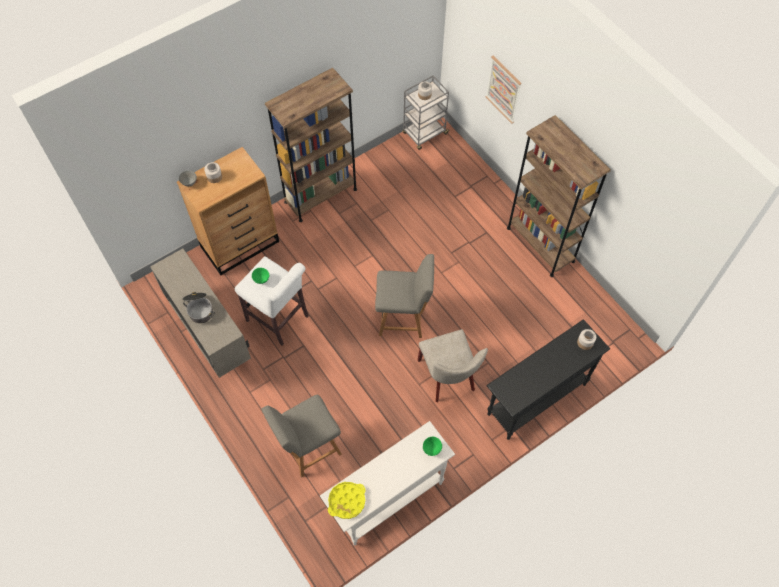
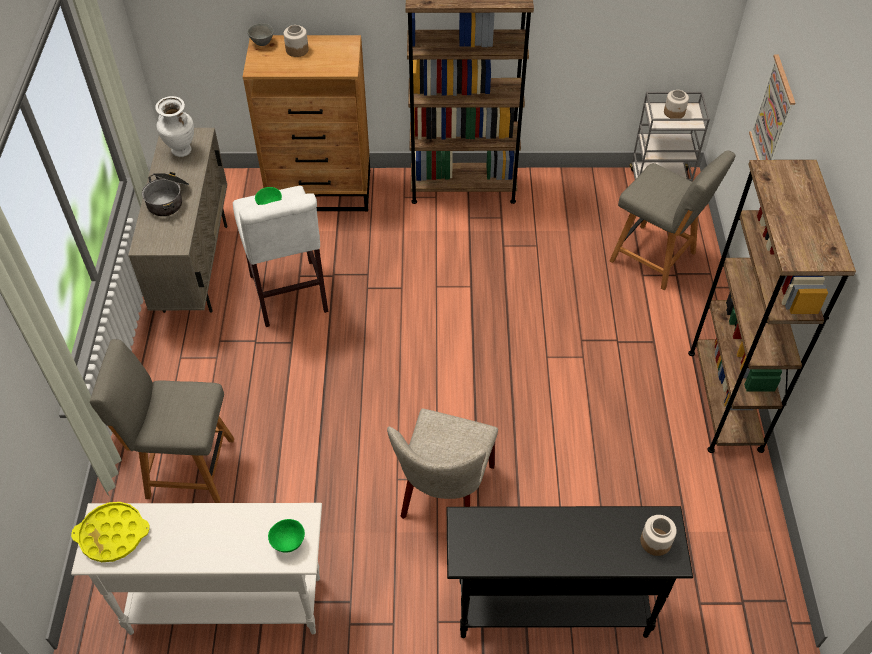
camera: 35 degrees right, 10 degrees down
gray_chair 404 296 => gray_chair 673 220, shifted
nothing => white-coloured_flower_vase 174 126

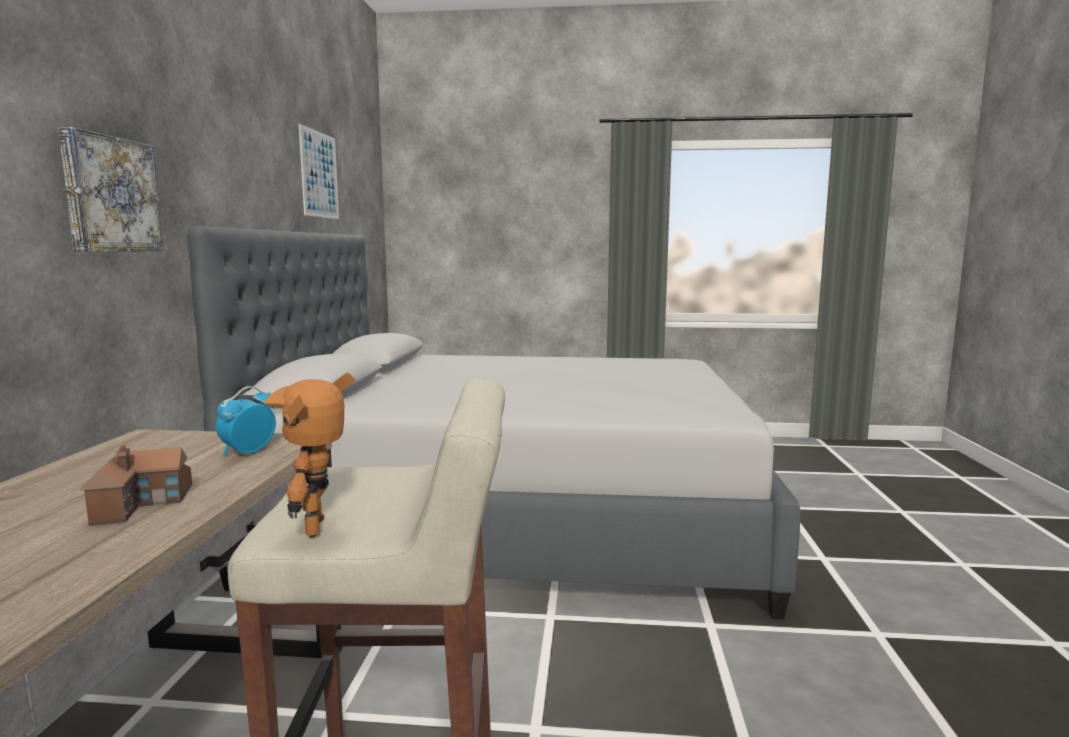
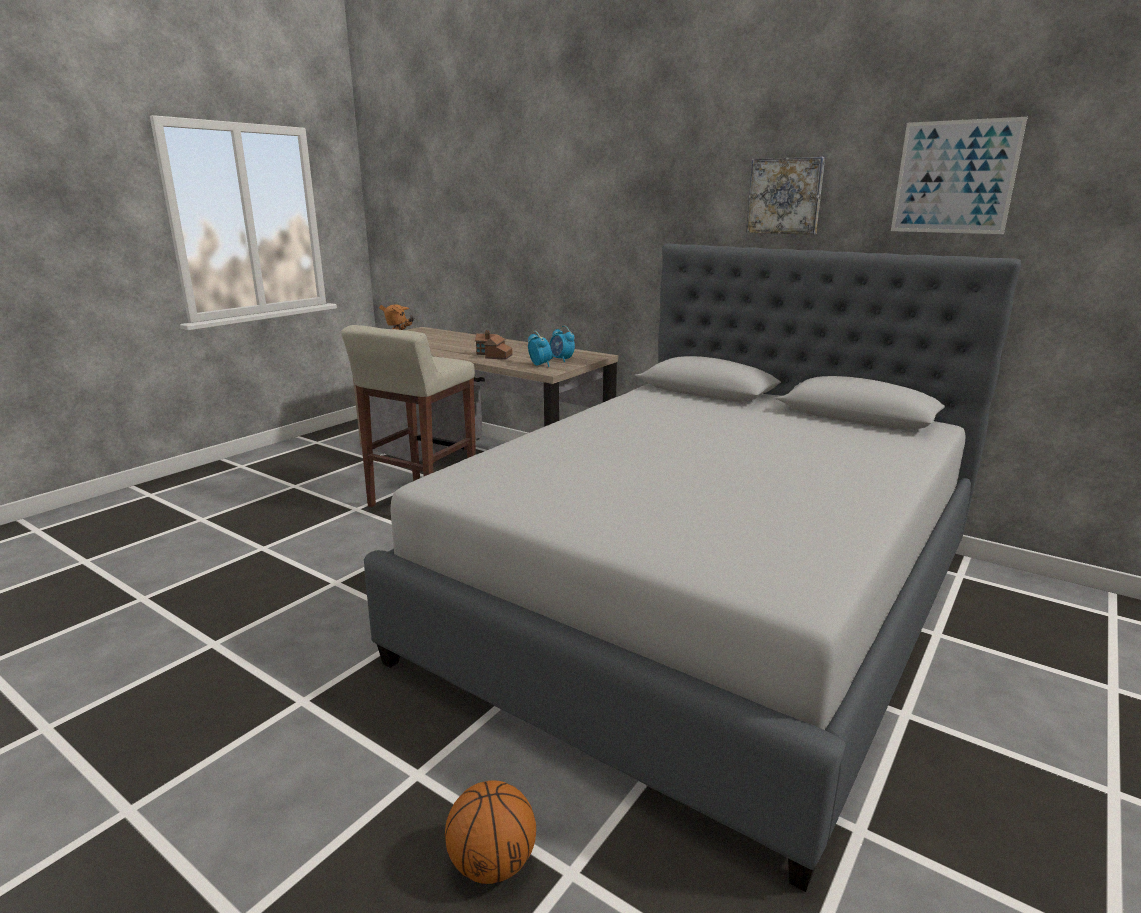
camera: 120 degrees right, 10 degrees up
picture 110 189 => picture 785 196, shifted
nothing => alarm_clock 562 344
nothing => basketball 490 832

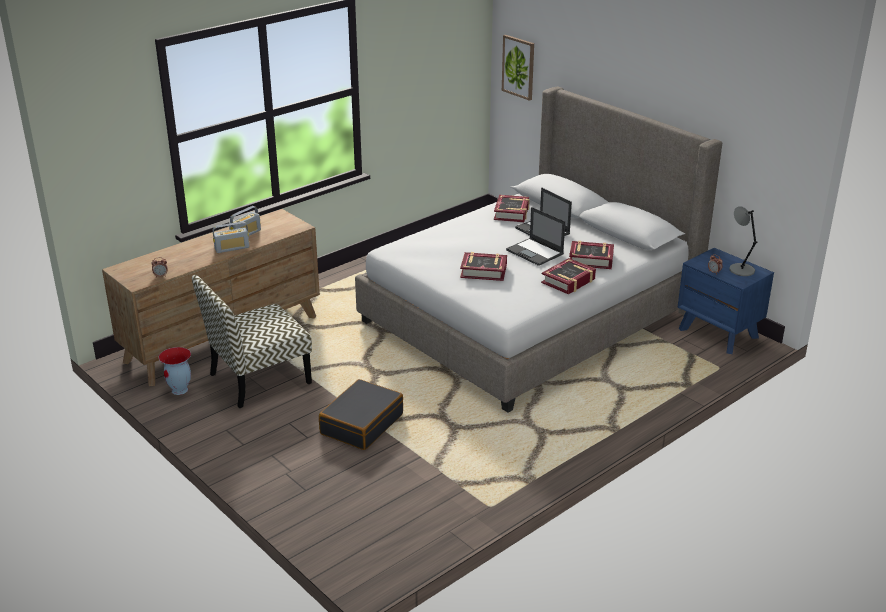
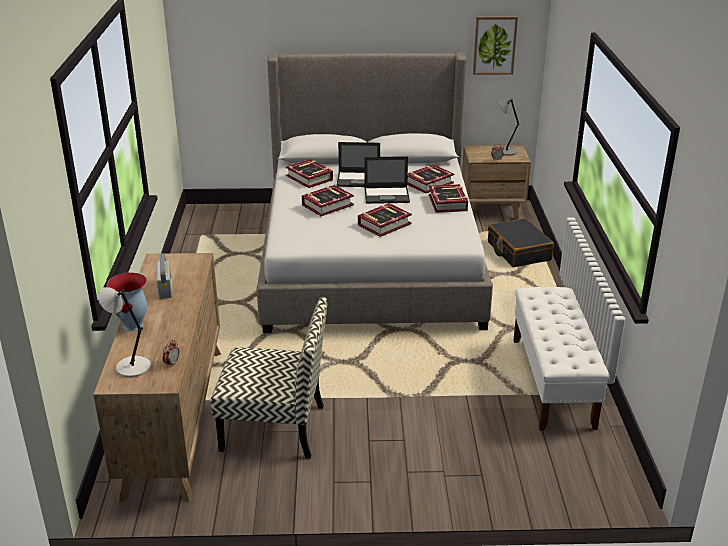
camera: 50 degrees left, 0 degrees up
picture 518 68 => picture 495 45, shifted
radio 231 237 => nothing
blue-coloured_bedside_table 726 301 => brown-coloured_bedside_table 496 182
chair 252 341 => chair 269 378, 90 degrees counterclockwise
flower_vase 175 371 => flower_vase 127 302, shifted
blackish_travel_case 361 414 => blackish_travel_case 521 242, shifted
nothing => bound_book 328 200
nothing => gray_lamp_for_a_table 124 332
nothing => white-coloured_bench 561 359

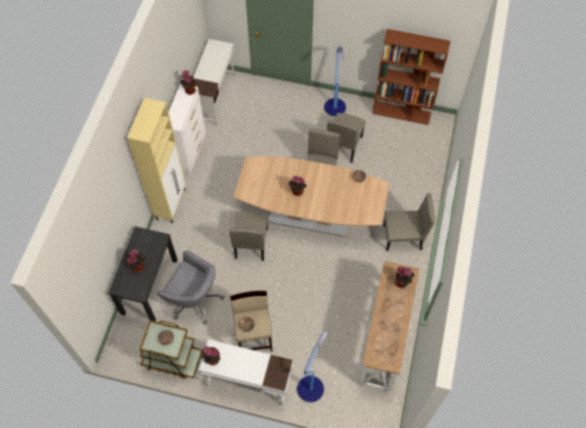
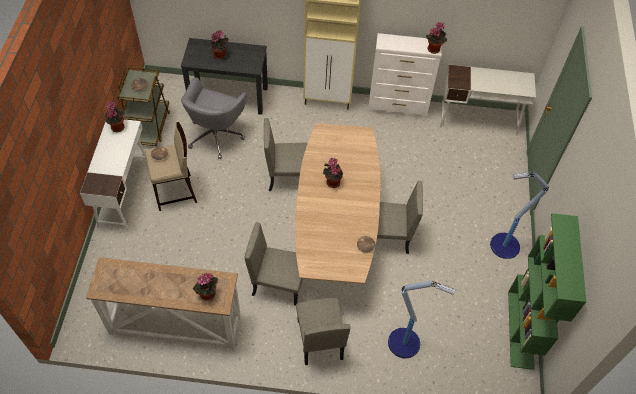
camera: 80 degrees right, 5 degrees down
brown-coloured_shelving_unit 411 77 => green-coloured_shelving_unit 547 291
beige-coloured_chair 346 138 => beige-coloured_chair 274 263, shifted
floor_lamp 312 366 => floor_lamp 422 319, shifted

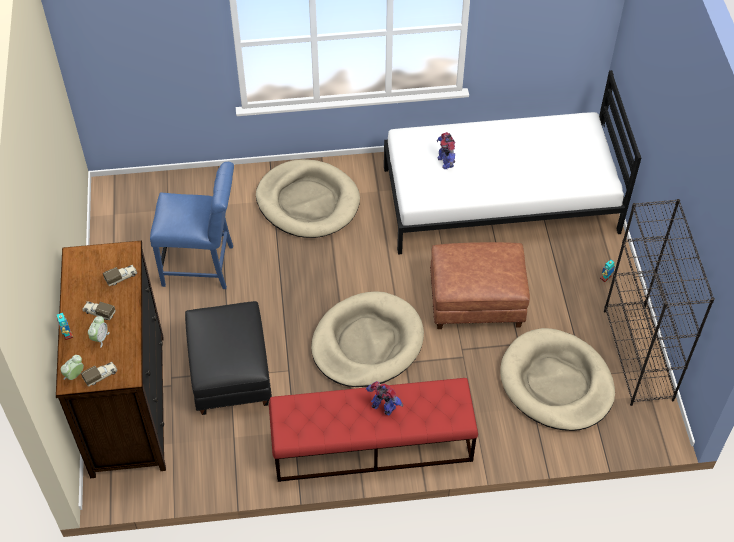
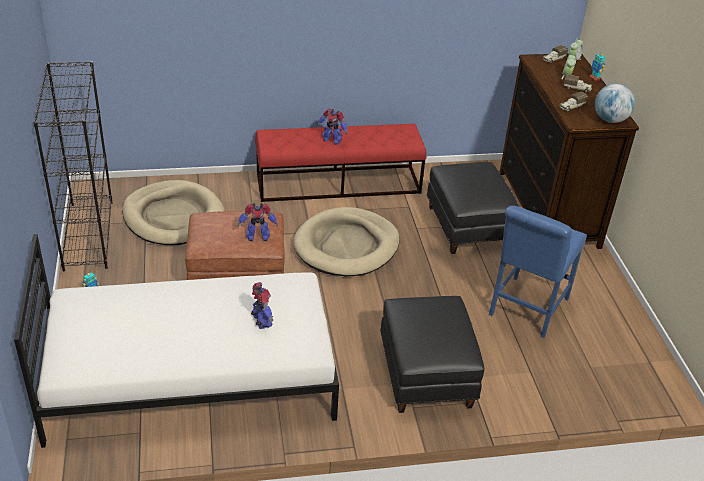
camera: 175 degrees right, 15 degrees down
beige-coloured_dog_bed 308 198 => blackish_ottoman 432 354
blue-coloured_chair 192 225 => blue-coloured_chair 538 272, 60 degrees counterclockwise
nothing => desk_globe 615 103
nothing => model_robot 258 222

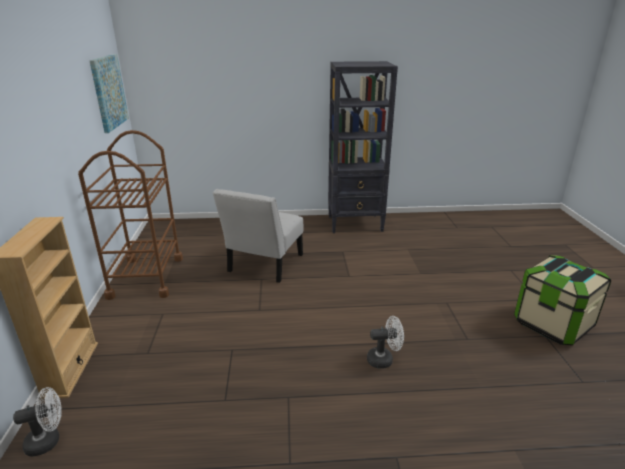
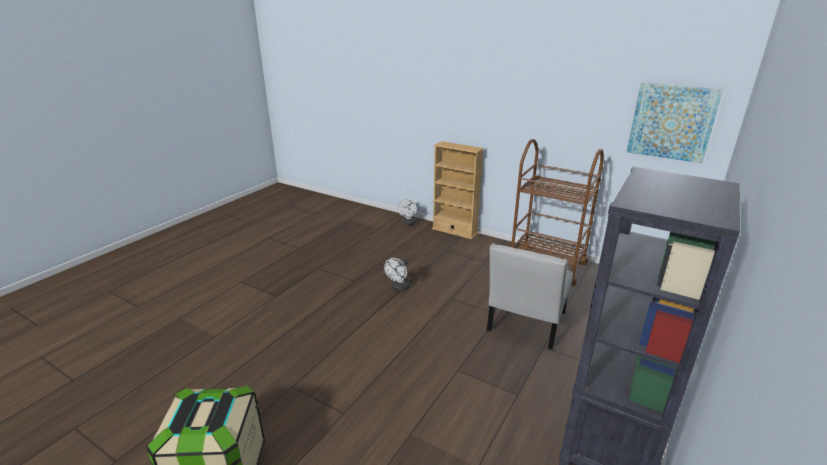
camera: 125 degrees right, 0 degrees up
white-coloured_chair 258 236 => white-coloured_chair 530 296, 120 degrees counterclockwise
white-coloured_fan 385 342 => white-coloured_fan 397 274, shifted

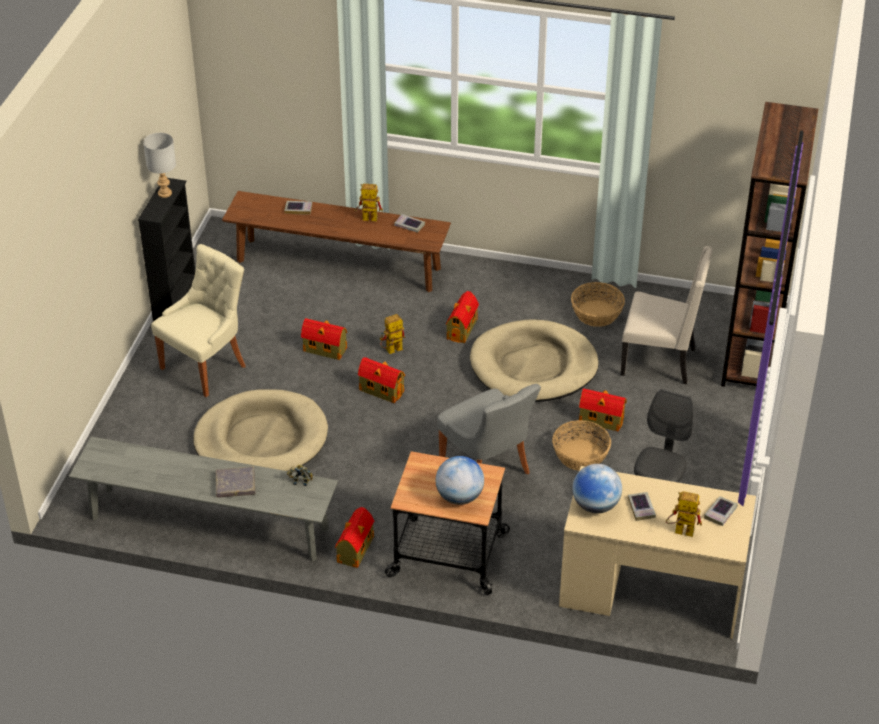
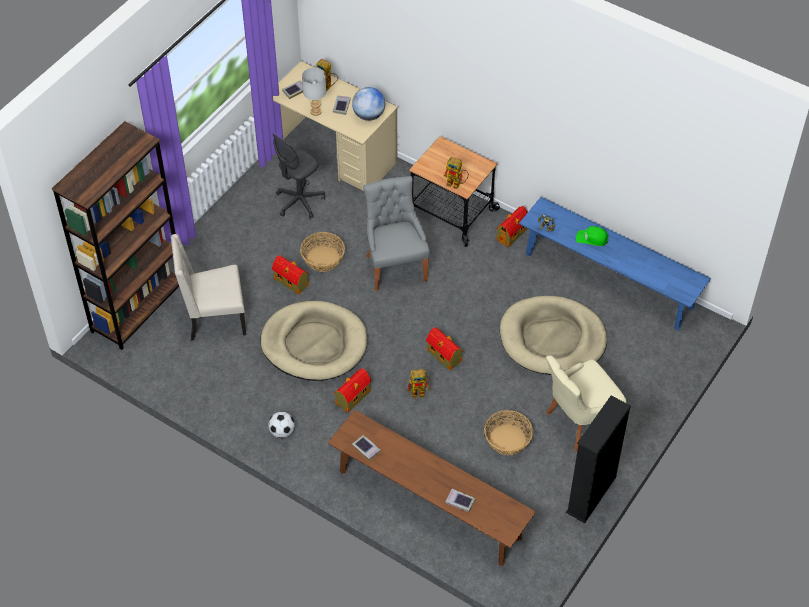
camera: 160 degrees left, 10 degrees up
gray_lamp_for_a_table 159 165 => gray_lamp_for_a_table 314 91, shifted
model_robot 368 203 => model_robot 456 173, shifted
beige-coloured_chair 667 315 => beige-coloured_chair 208 287, 45 degrees counterclockwise
household_basket 598 304 => household_basket 508 432, shifted
toy_house 324 339 => nothing
gray_bench 203 498 => blue-coloured_bench 615 263
desk_globe 460 480 => nothing
gray_bound_book 235 482 => green-coloured_peaked_cap 592 236
nothing => ball_for_football 281 425

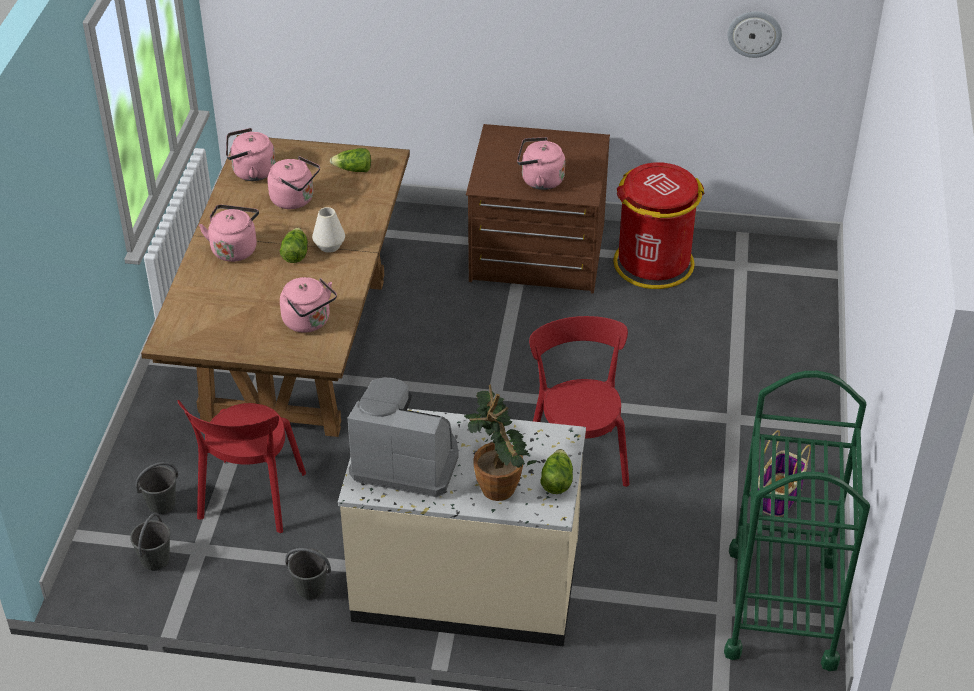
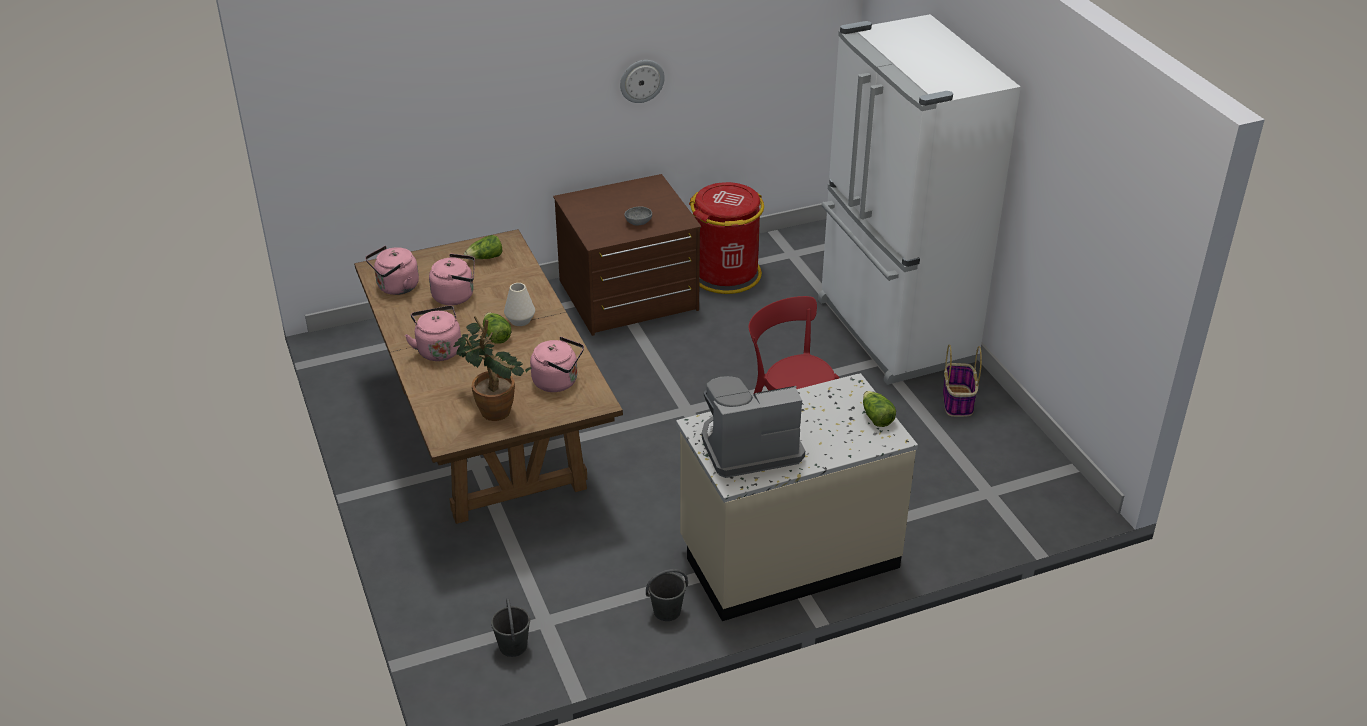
camera: 30 degrees left, 5 degrees down
hanging_clock 754 34 => hanging_clock 642 81, shifted
pinkish_water_kettle 541 163 => gray_serving_bowl 638 215
green-coloured_wheeled_cart 797 521 => nothing
plant_in_a_pot 500 443 => plant_in_a_pot 492 368, shifted
reddish_chair 241 466 => nothing
gray_water_bucket 157 488 => nothing
nothing => white-coloured_fridge 919 199

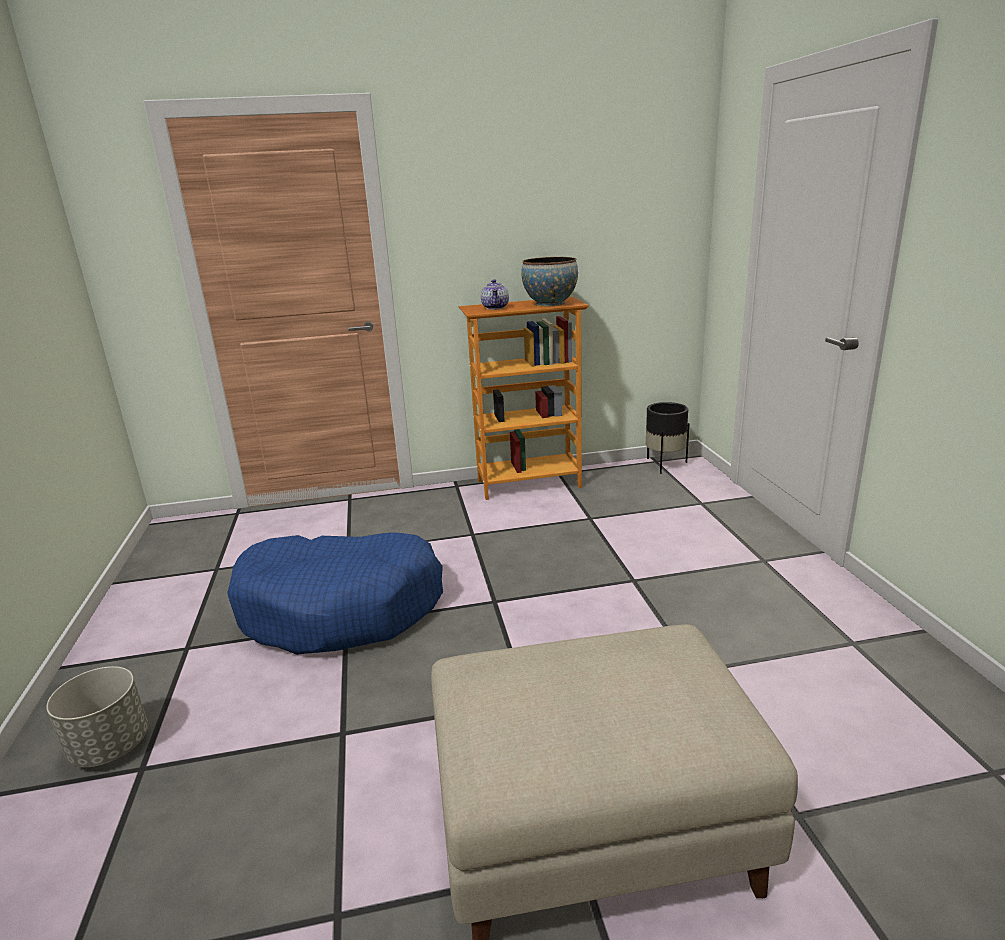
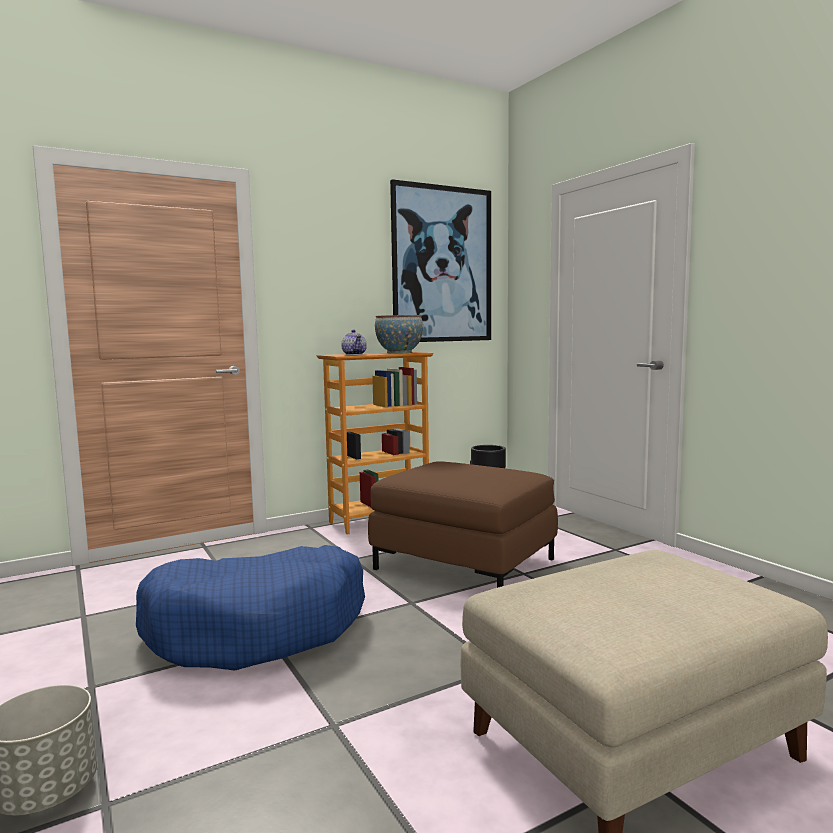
camera: 20 degrees left, 15 degrees down
nothing => picture 440 260
nothing => brown-coloured_ottoman 463 524

